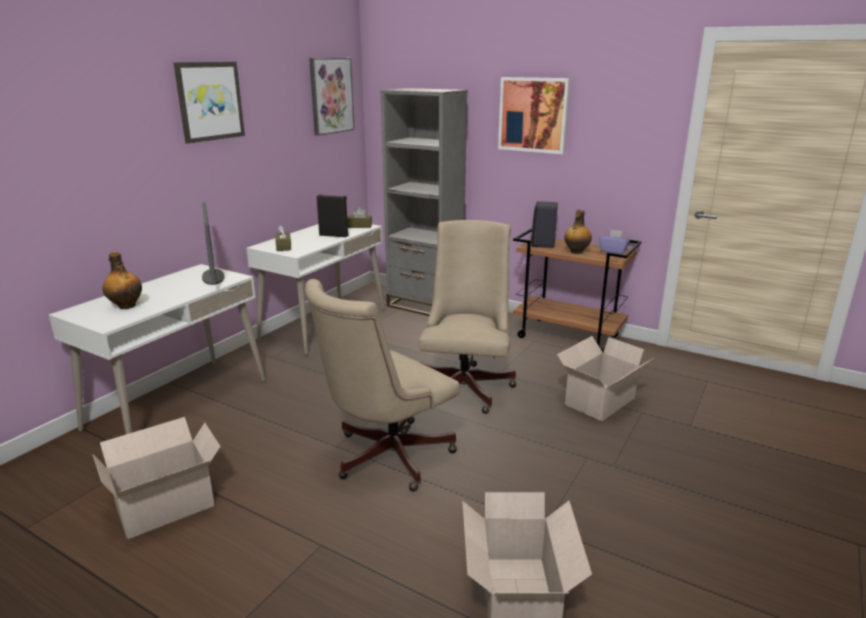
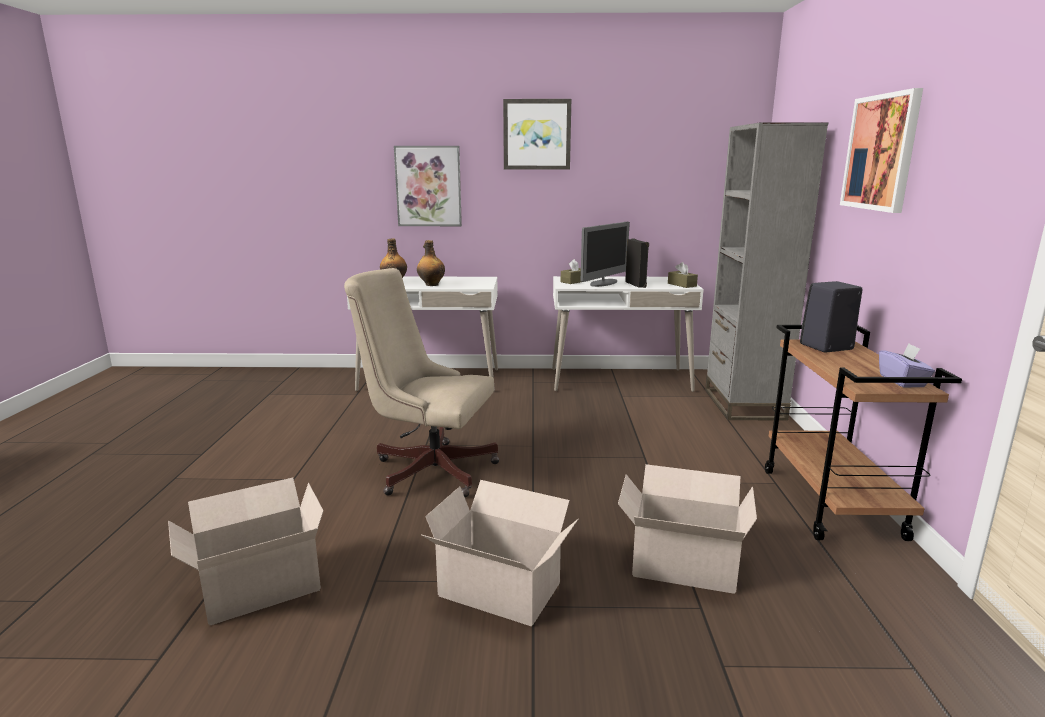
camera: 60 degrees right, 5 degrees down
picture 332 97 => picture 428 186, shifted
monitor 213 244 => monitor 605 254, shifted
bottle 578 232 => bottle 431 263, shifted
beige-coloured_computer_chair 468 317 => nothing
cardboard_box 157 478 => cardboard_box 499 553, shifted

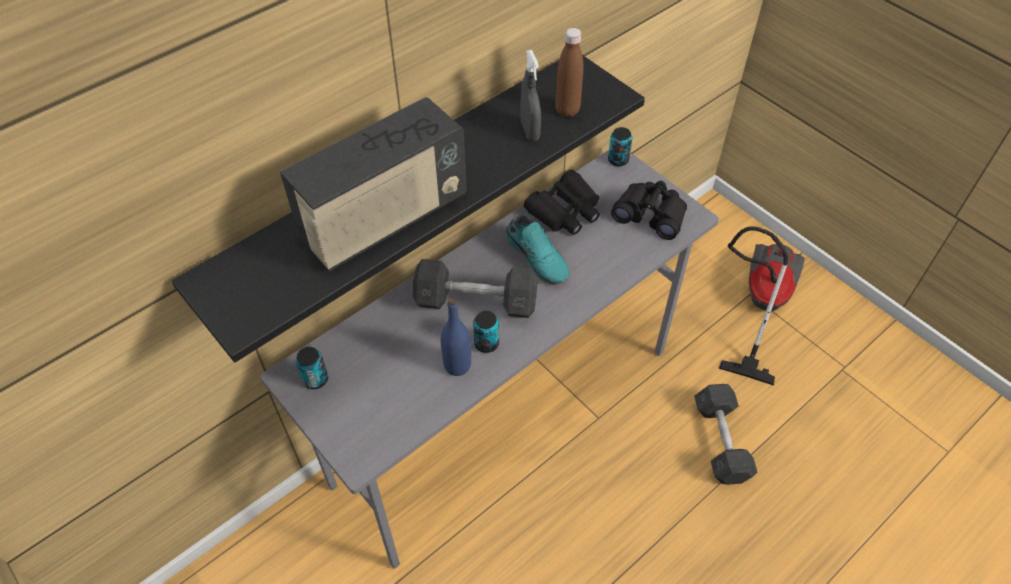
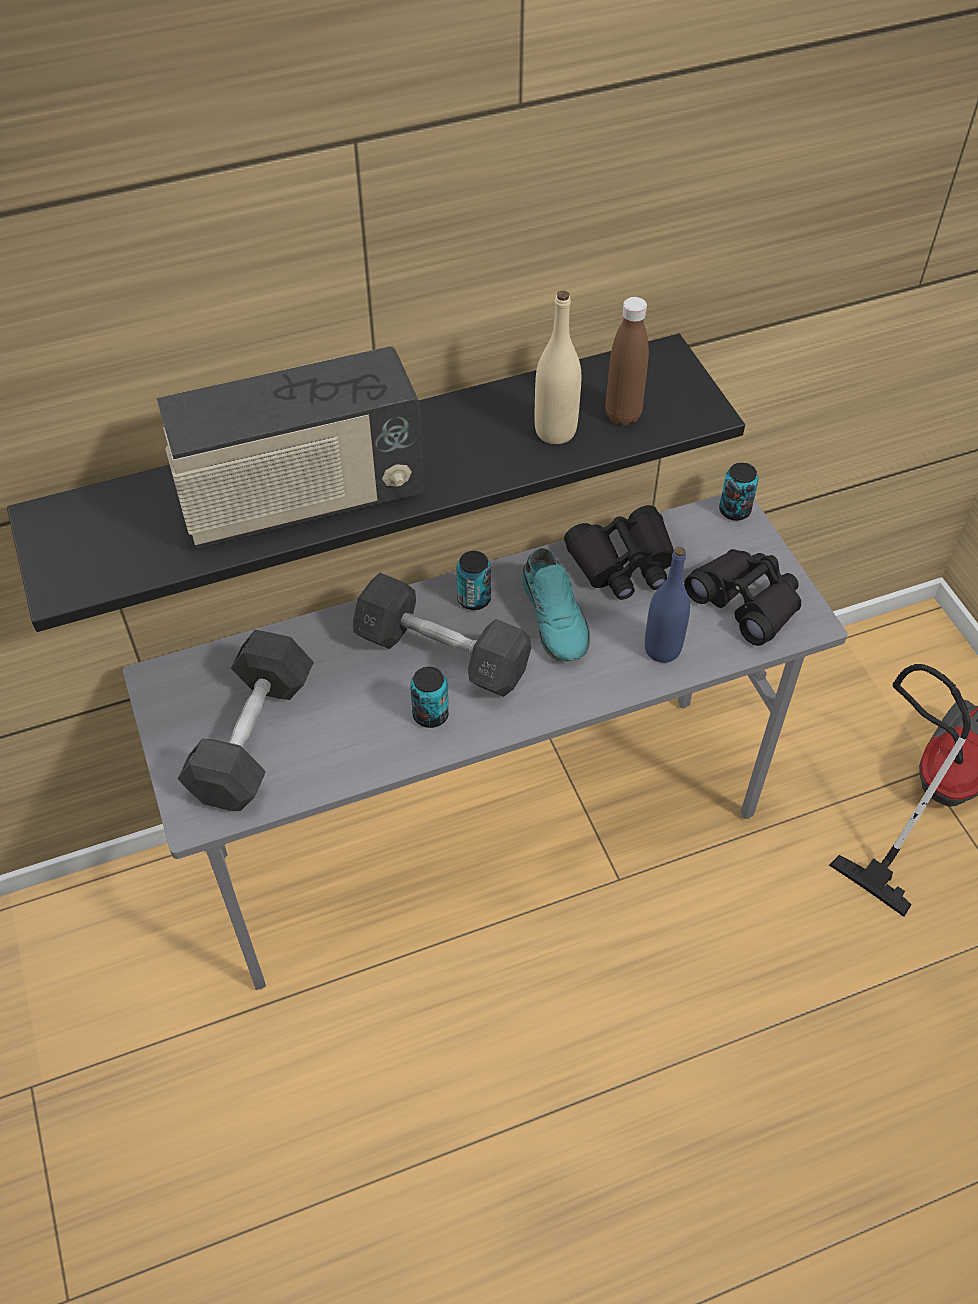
camera: 20 degrees right, 0 degrees up
gray_spray_bottle 531 95 => beige-coloured_bottle 558 367
blue-coloured_bottle 456 337 => blue-coloured_bottle 667 605, shifted
can 312 368 => can 473 580, shifted
gray_dumbbell 726 434 => gray_dumbbell 245 720, shifted

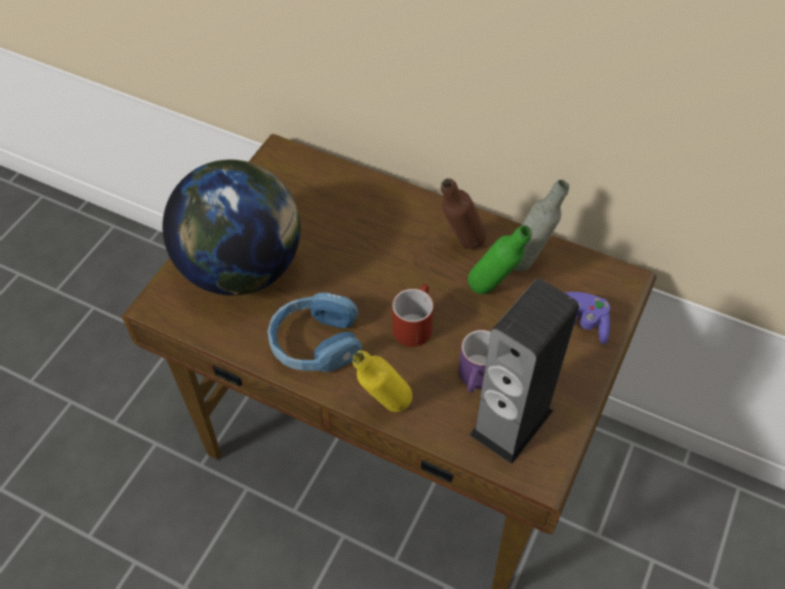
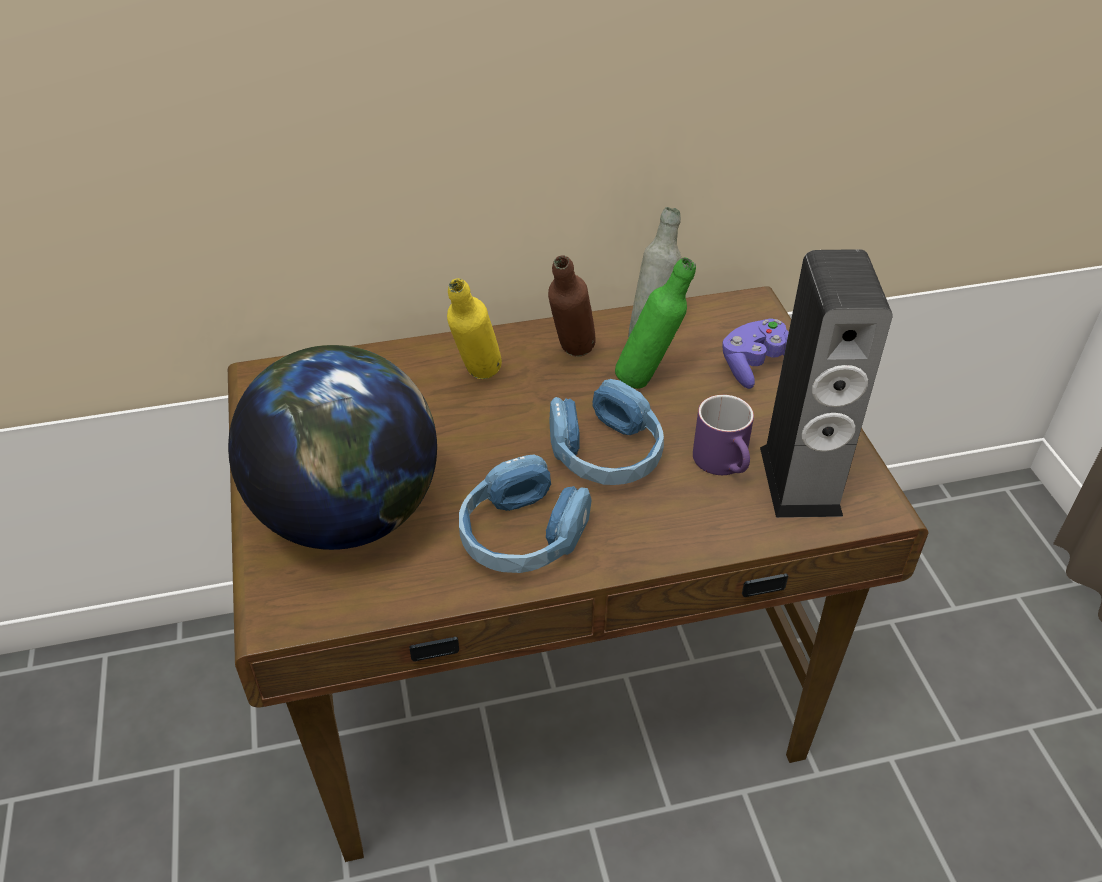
camera: 40 degrees left, 10 degrees down
reddish_coffee_mug 412 315 => blue-coloured_headset 606 432
yellow_bottle 382 381 => yellow_bottle 474 328, shifted

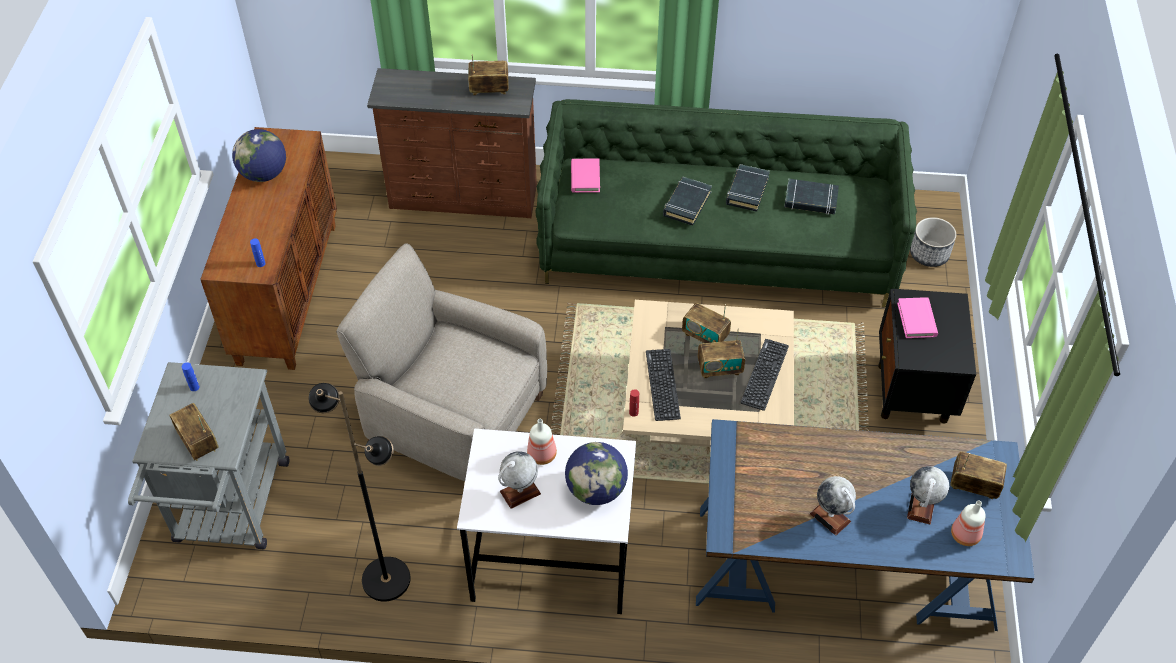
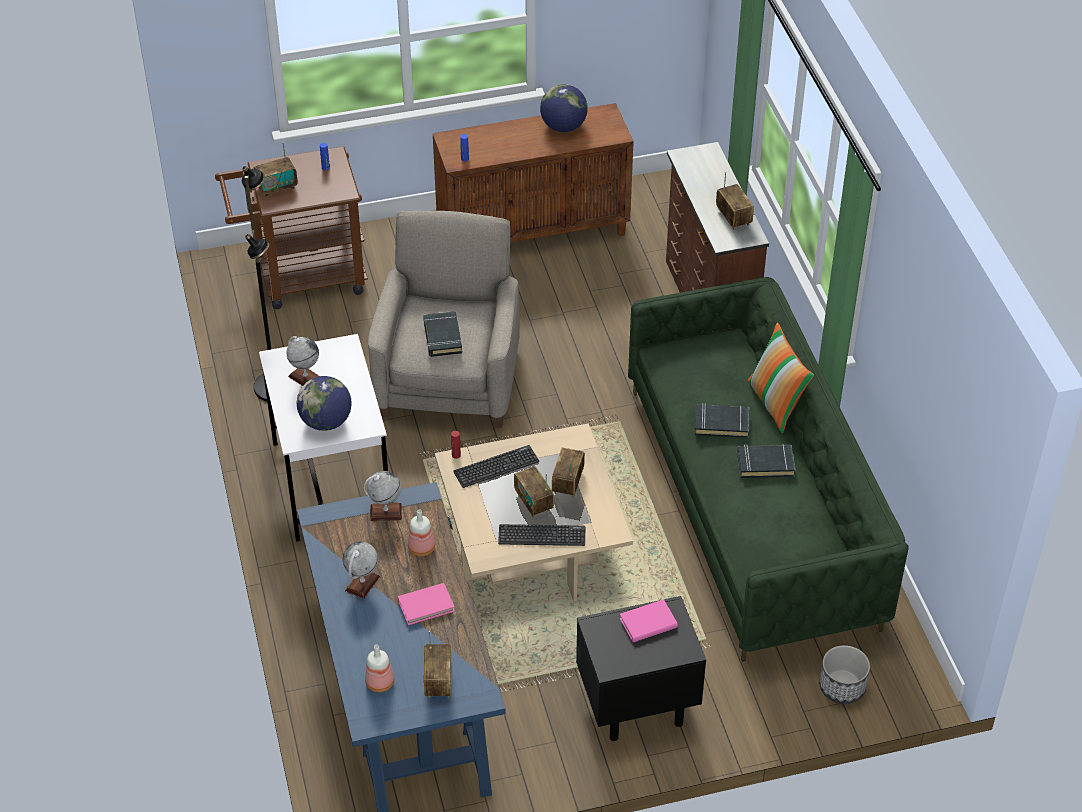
camera: 70 degrees right, 5 degrees down
pinkish_bound_book 585 175 => pinkish_bound_book 426 604, shifted
blackish_bound_book 811 197 => blackish_bound_book 442 334, shifted
gray_wheeled_cart 209 455 => brown-coloured_wheeled_cart 291 227
radio 193 432 => radio 275 169, 150 degrees counterclockwise
bottle 542 442 => bottle 421 532, shifted
desk_globe 928 495 => desk_globe 383 496, shifted
nothing => throw_pillow 781 378

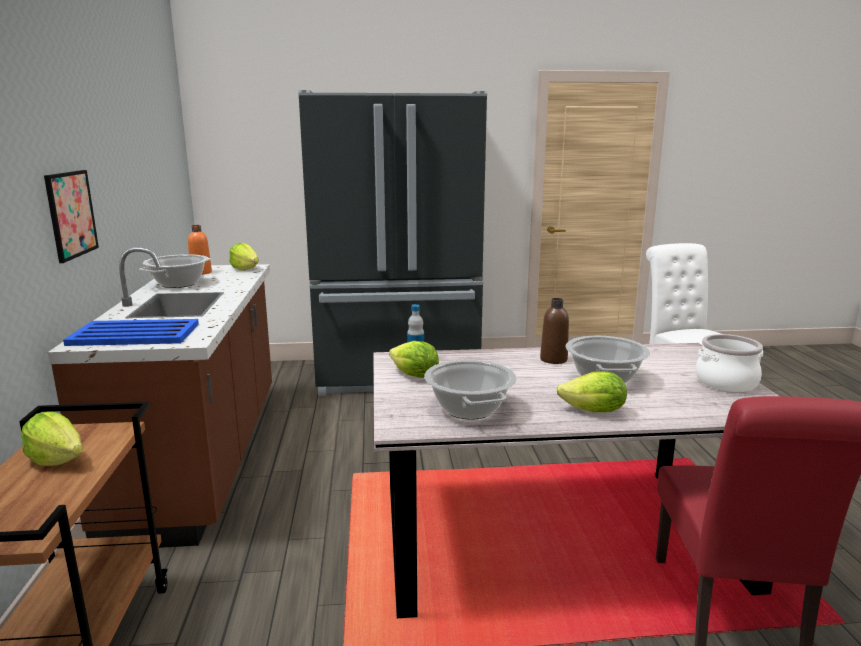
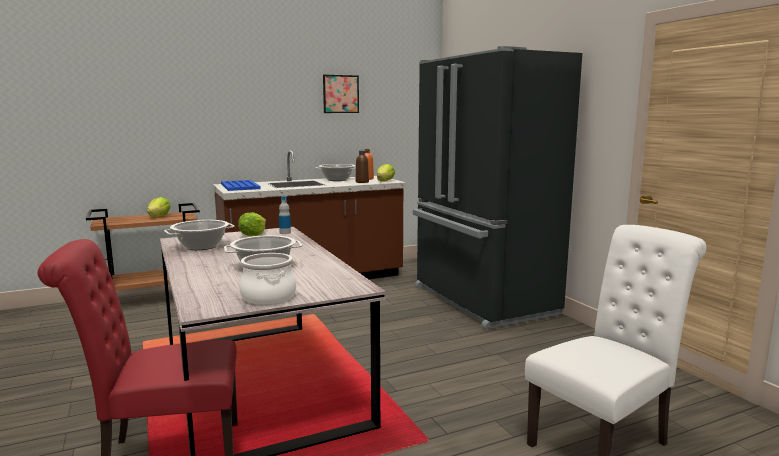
camera: 70 degrees right, 5 degrees down
picture 71 216 => picture 341 94, shifted
brown-coloured_bottle 554 331 => brown-coloured_bottle 362 167, shifted
head_of_lettuce 591 391 => nothing

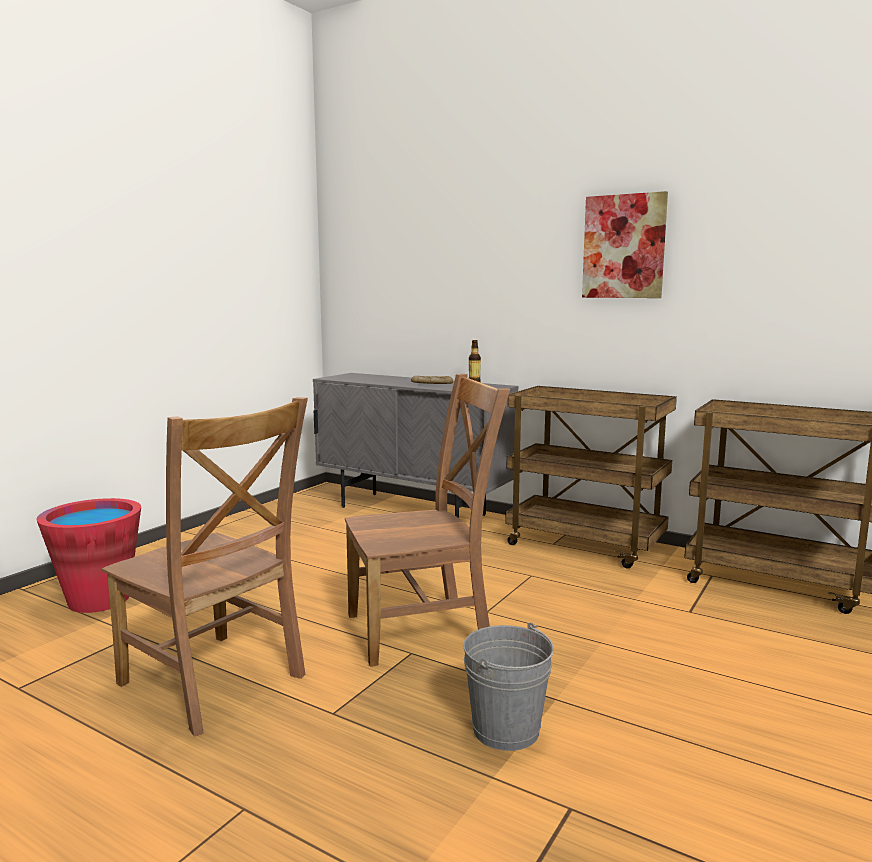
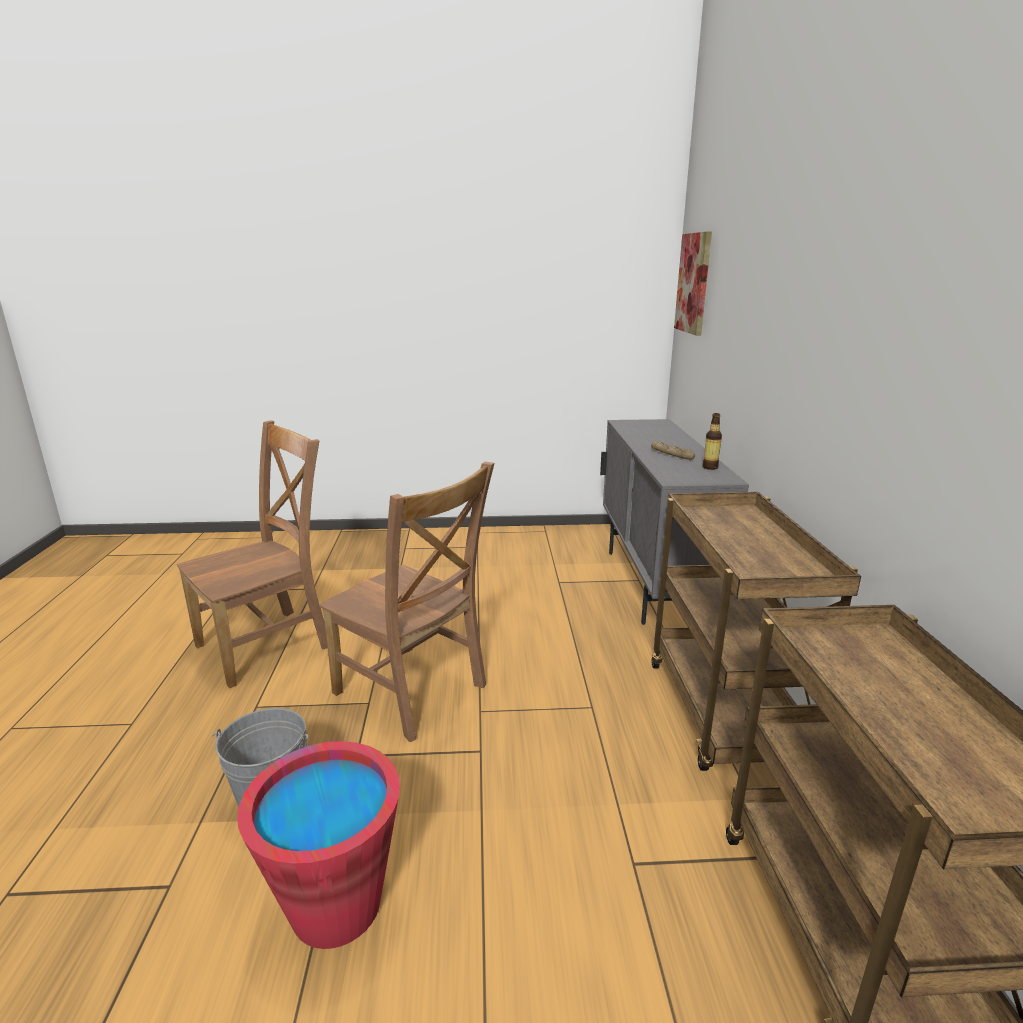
camera: 55 degrees right, 10 degrees up
picture 625 244 => picture 693 283, shifted
brown-coloured_chair 205 567 => brown-coloured_chair 252 554, 135 degrees counterclockwise
reddish_water_bucket 88 555 => reddish_water_bucket 318 845, shifted

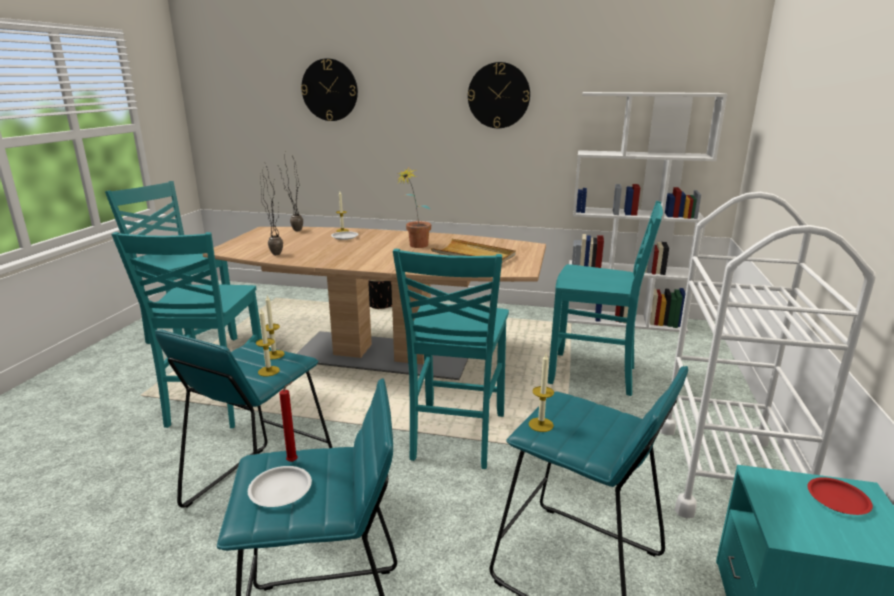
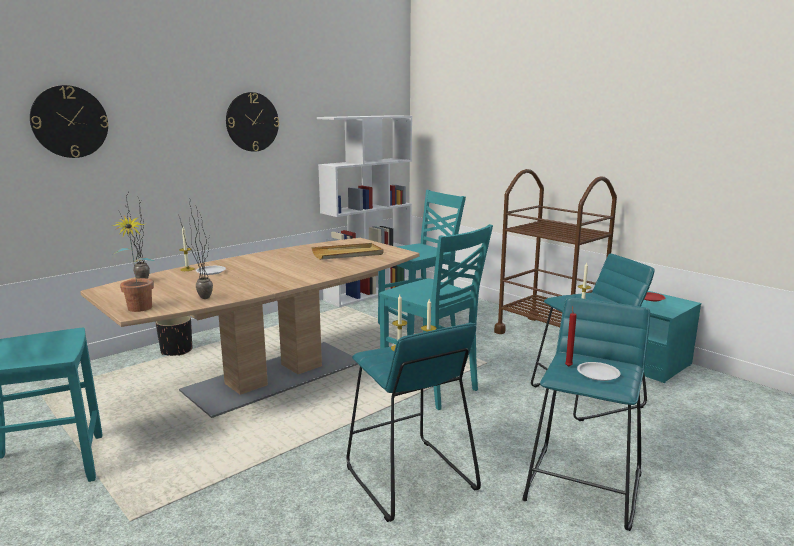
camera: 55 degrees left, 5 degrees down
plant_in_a_pot 413 208 => plant_in_a_pot 134 264, shifted
white-coloured_wheeled_cart 768 355 => brown-coloured_wheeled_cart 555 251
blue-green_chair 187 330 => nothing

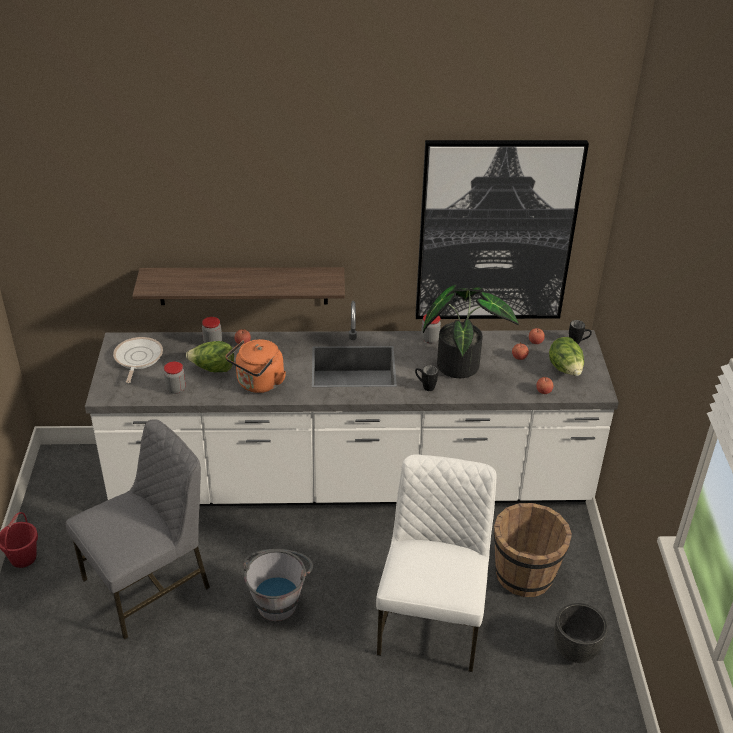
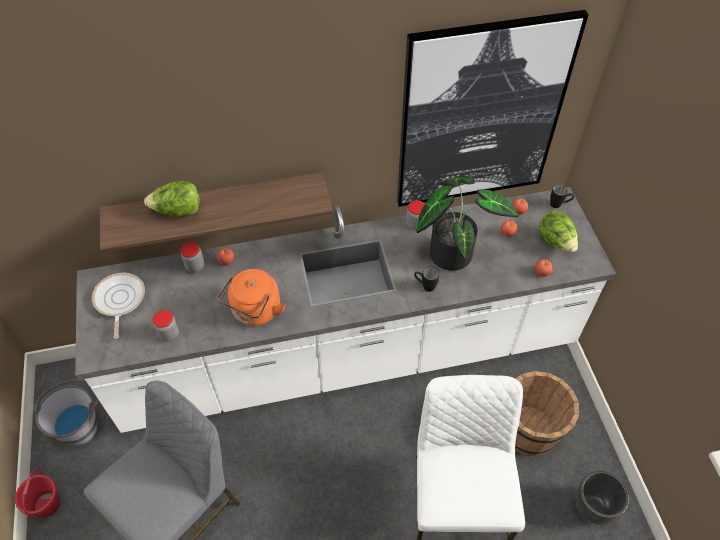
camera: 10 degrees left, 15 degrees up
head_of_lettuce 210 356 => head_of_lettuce 172 199, shifted
gray_water_bucket 278 585 => gray_water_bucket 67 412, shifted

